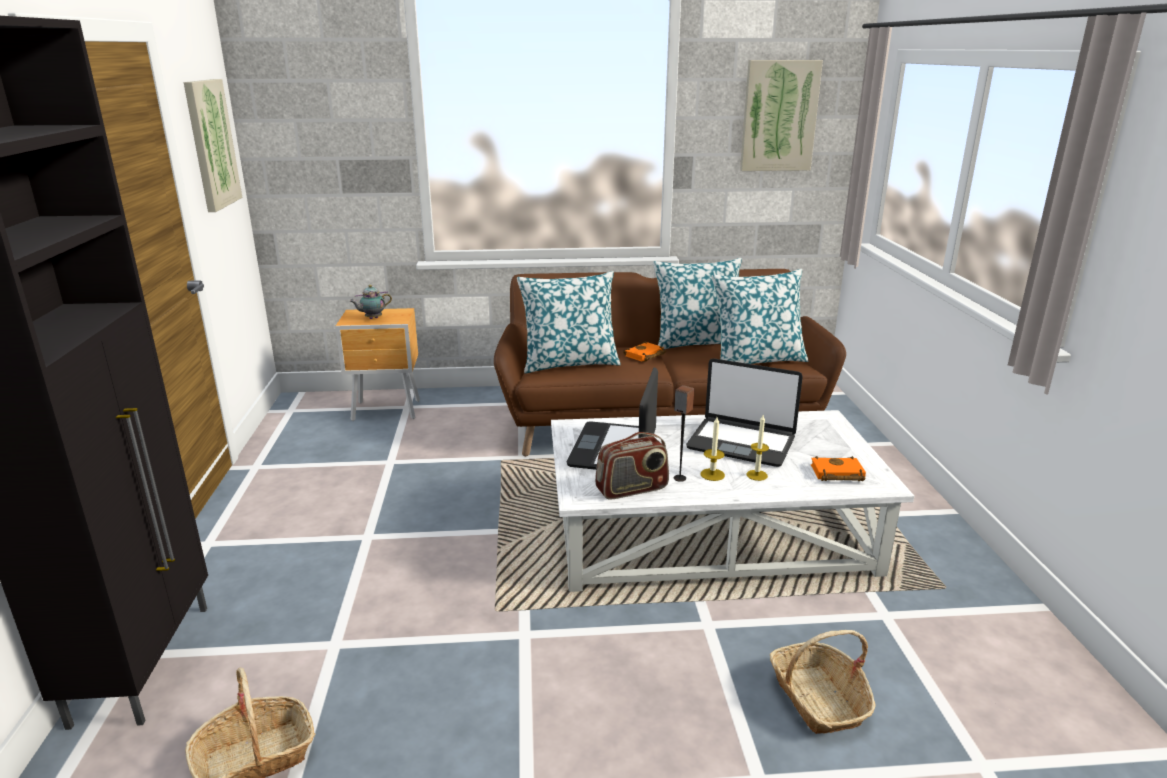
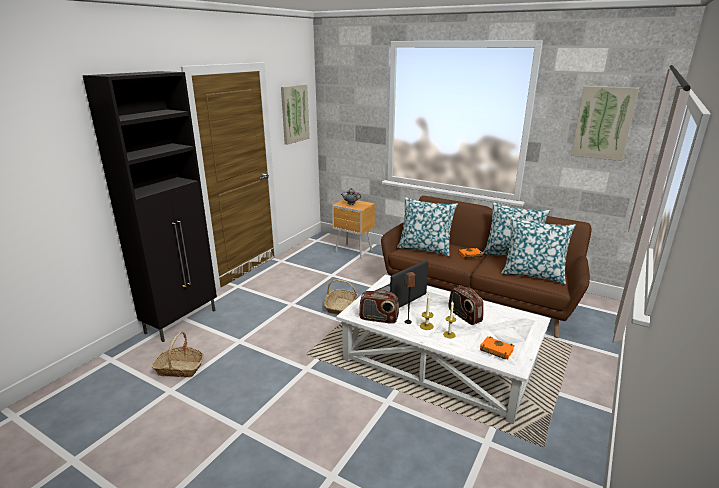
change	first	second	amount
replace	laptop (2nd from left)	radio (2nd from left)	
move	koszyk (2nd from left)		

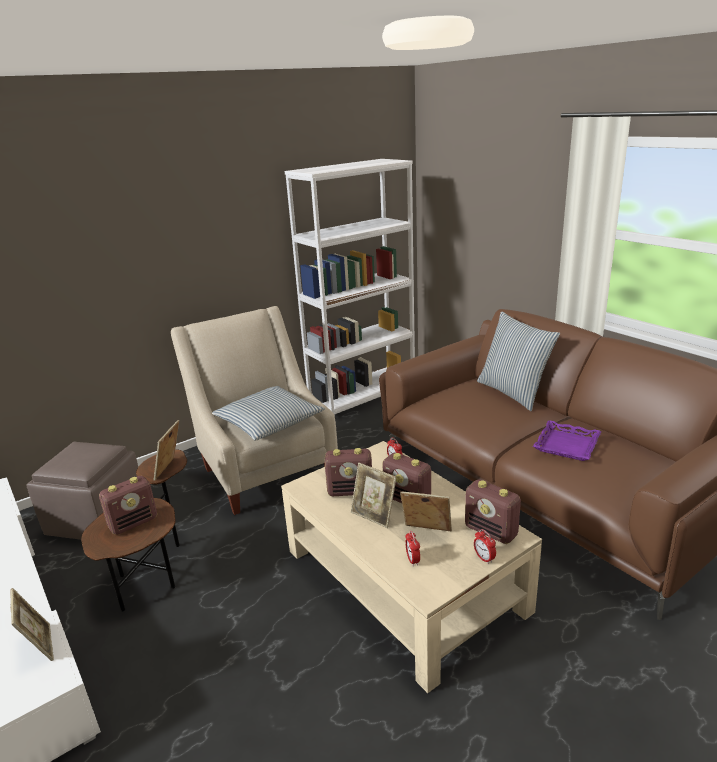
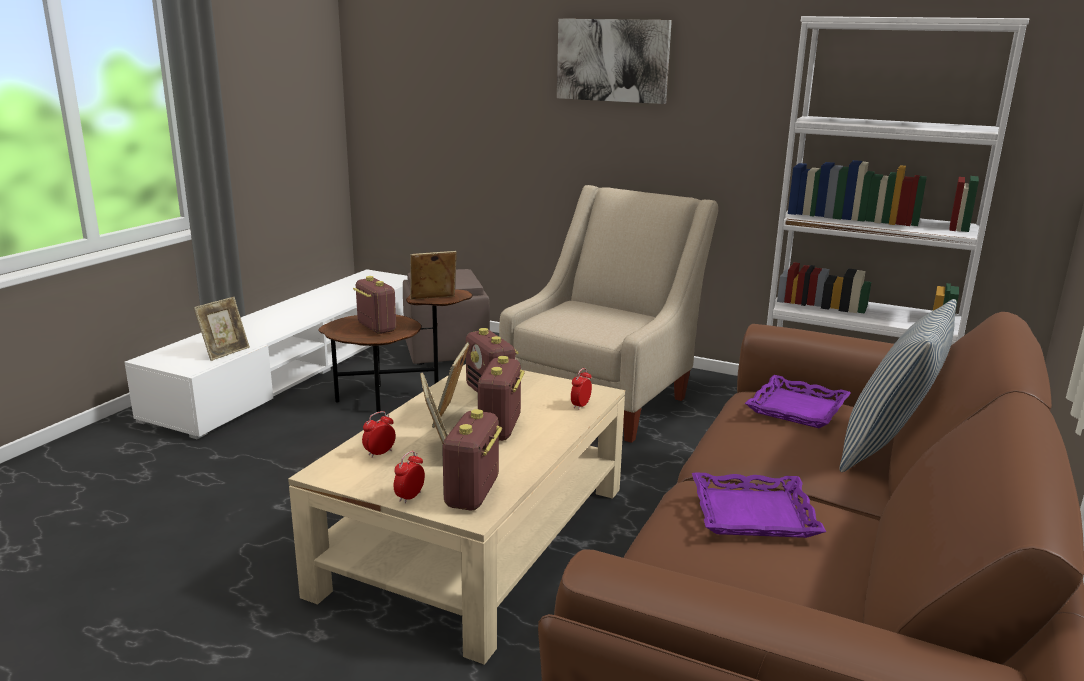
change	first	second	amount
rotate	radio (1st from left)		150 degrees counterclockwise
delete	poduszka (1st from left)		
insert		obraz	
insert		taca (fioletowy) (2nd from left)	

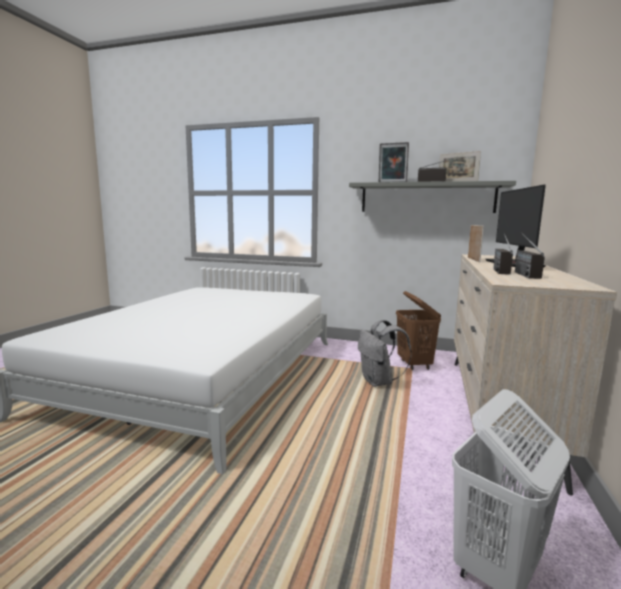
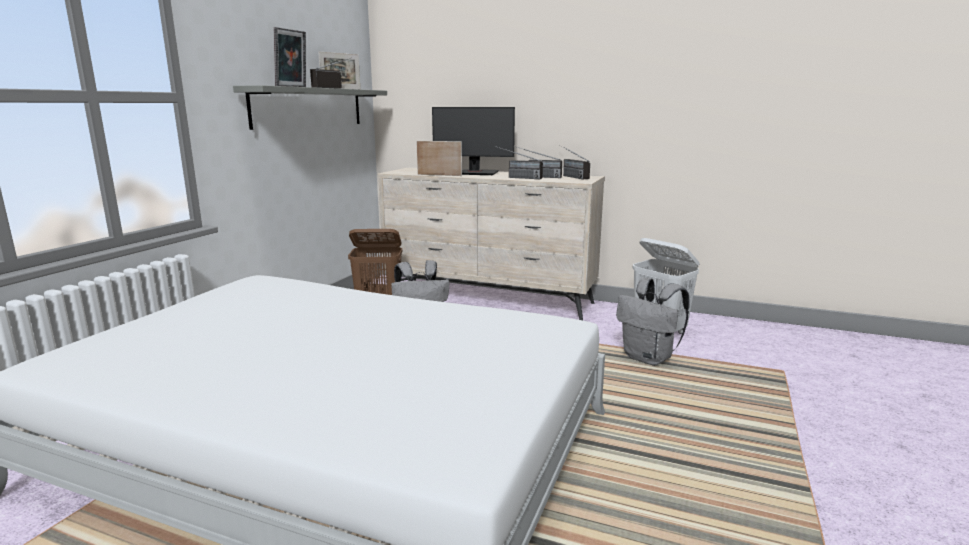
change	first	second	amount
insert		radio (4th from left)	
insert		plecak (szary) (2nd from left)	

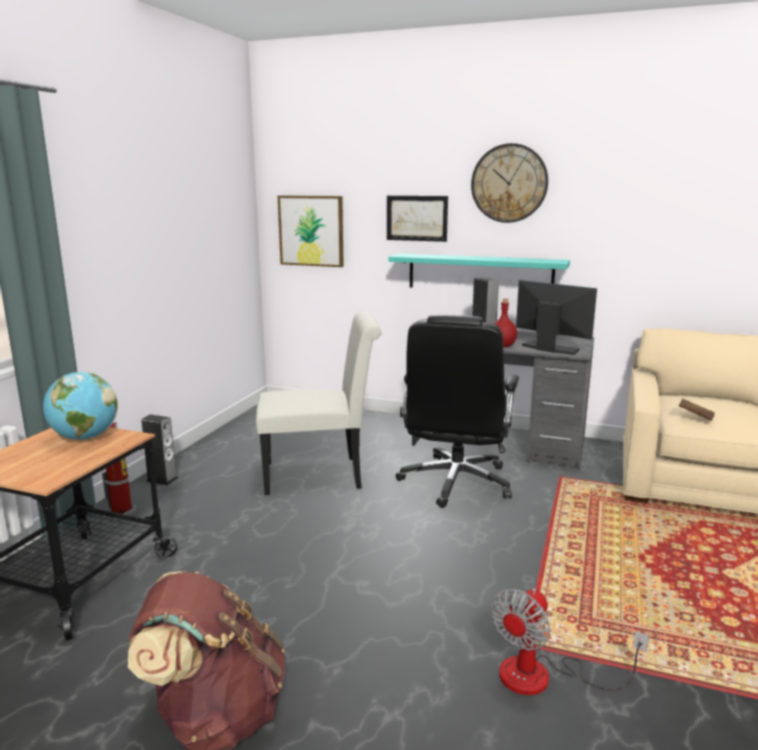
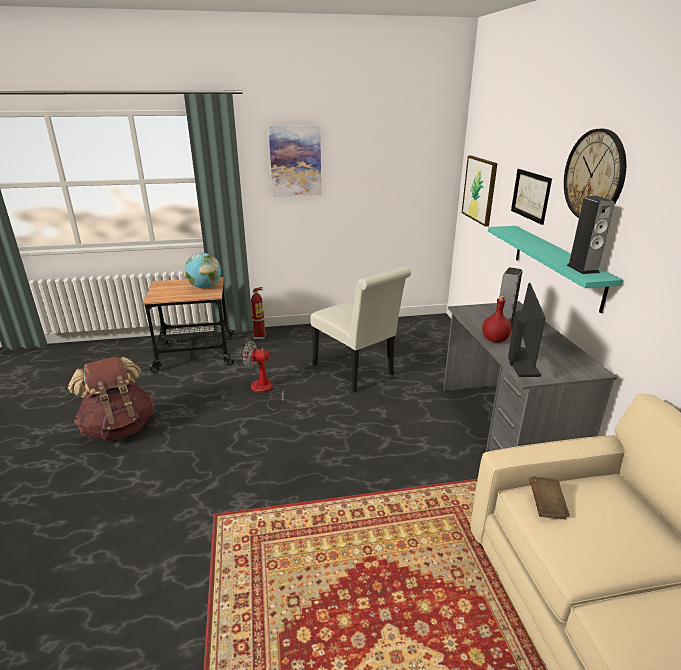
change	first	second	amount
move	głośnik (1st from left in the first image)	głośnik (2nd from left)	
delete	krzesło biurowe (czarny)		
move	wentylator		
insert		obraz (1st from left)	

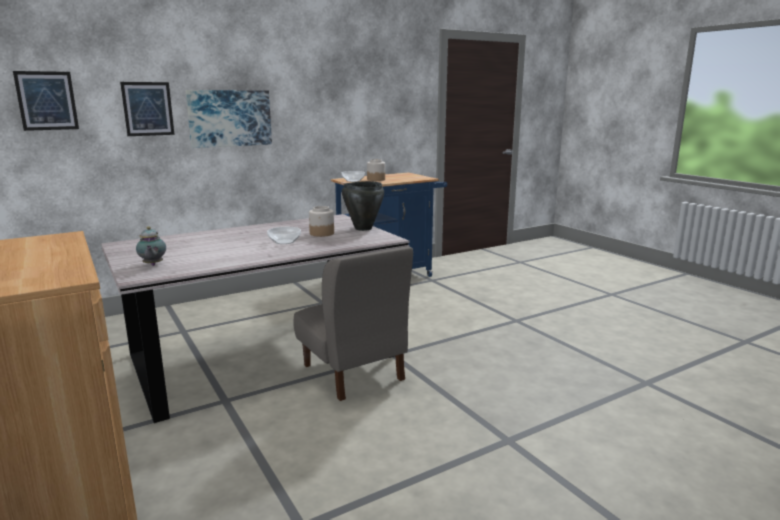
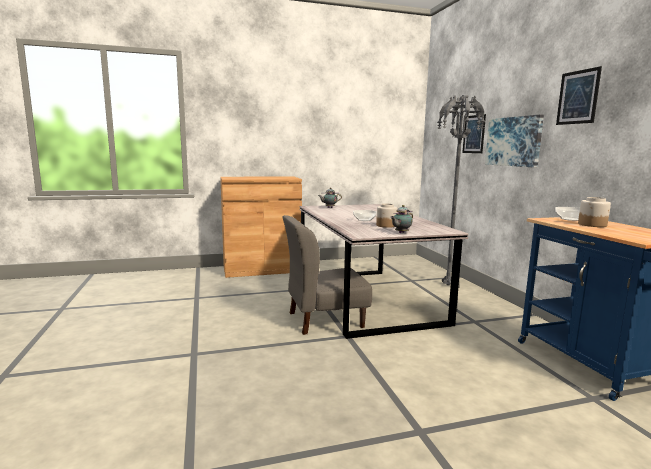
change	first	second	amount
move	obraz (1st from left in the first image)	obraz (3rd from left)	
replace	garnek (czarny)	imbryk (2nd from left)	
insert		lampa stojąca (szary)	

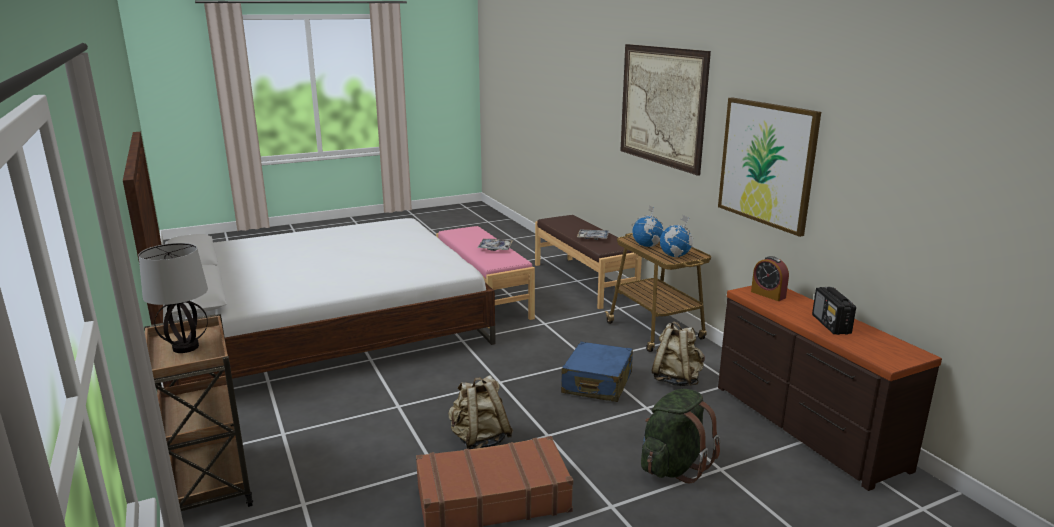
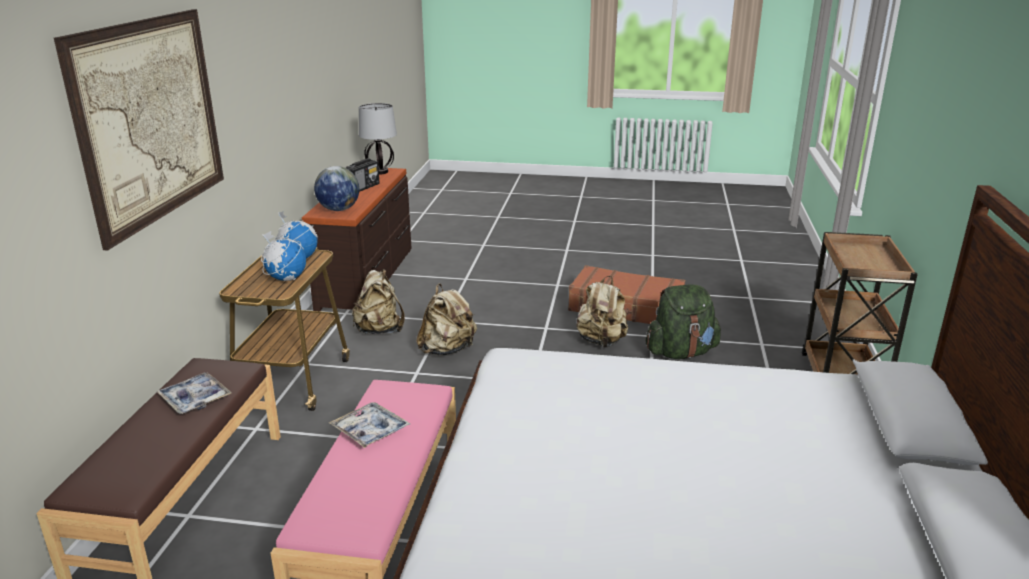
change	first	second	amount
move	lampa stołowa		
replace	walizka (niebieski)	plecak (beżowy) (2nd from left)	
move	plecak (zielony)		
delete	obraz (2nd from left)		
replace	budzik	globus (3rd from left)	

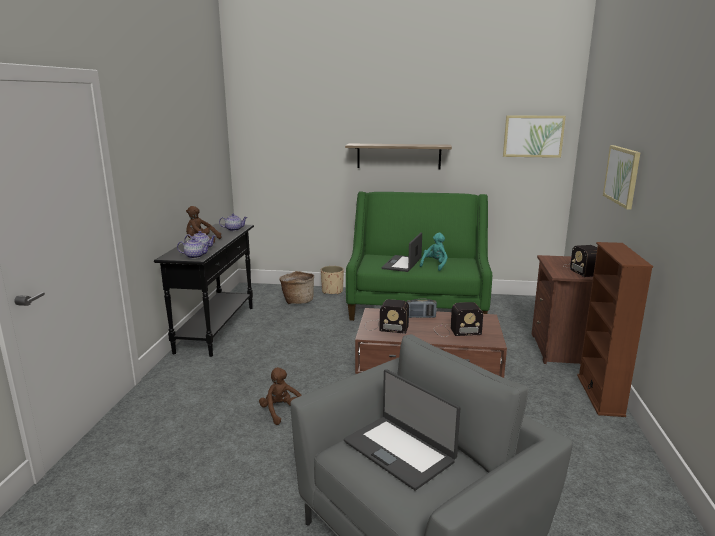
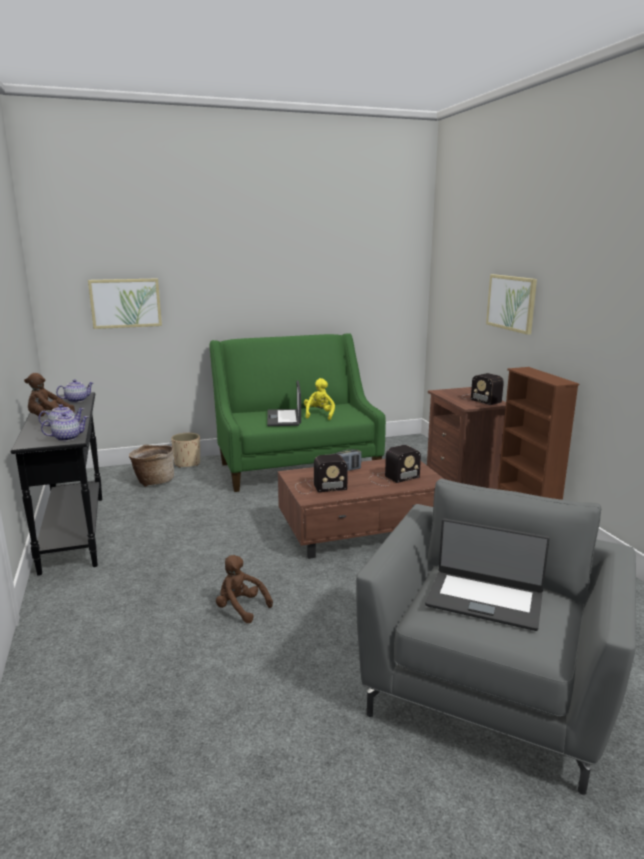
change	first	second	amount
delete	półka		
recolor	pluszak (turkusowy)	pluszak (żółty)	
move	obraz (1st from left)		

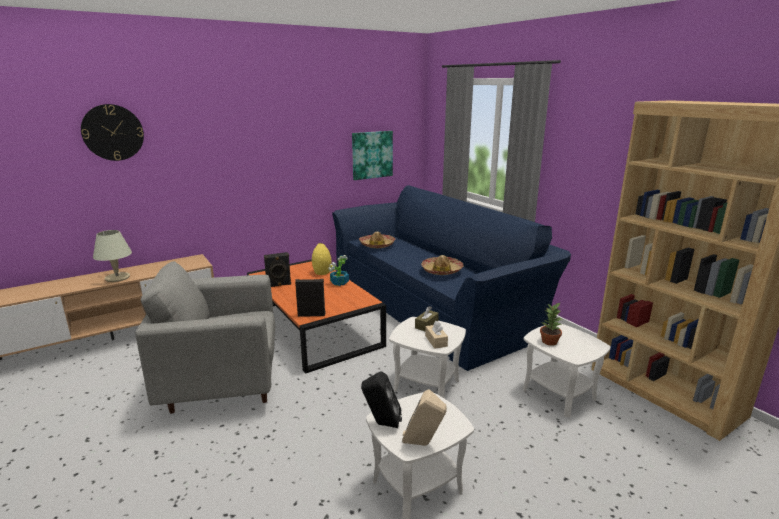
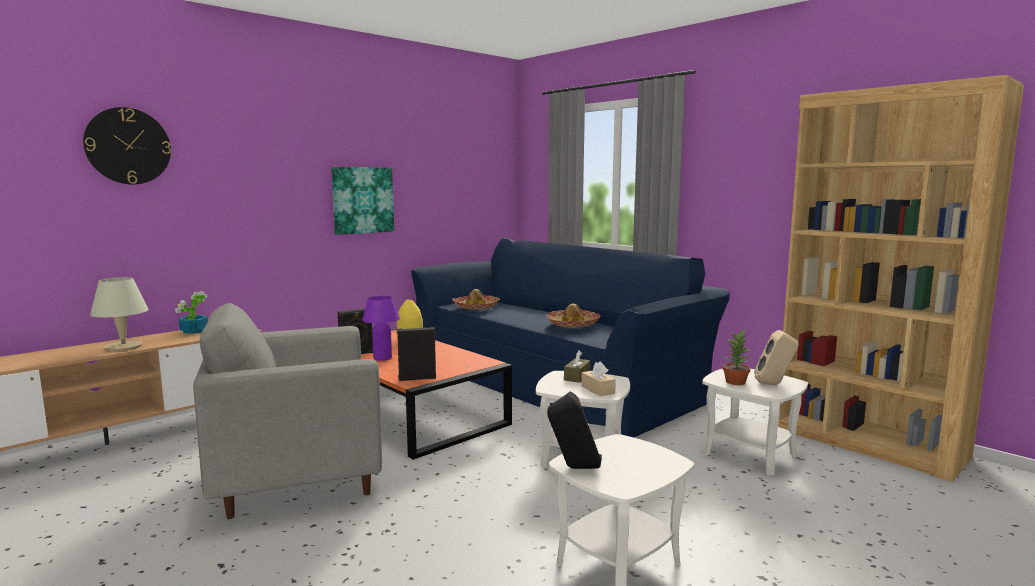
change	first	second	amount
move	roślina doniczkowa (1st from left)		
move	obraz		
move	głośnik (beżowy)		
insert		lampa stołowa (fioletowy)	

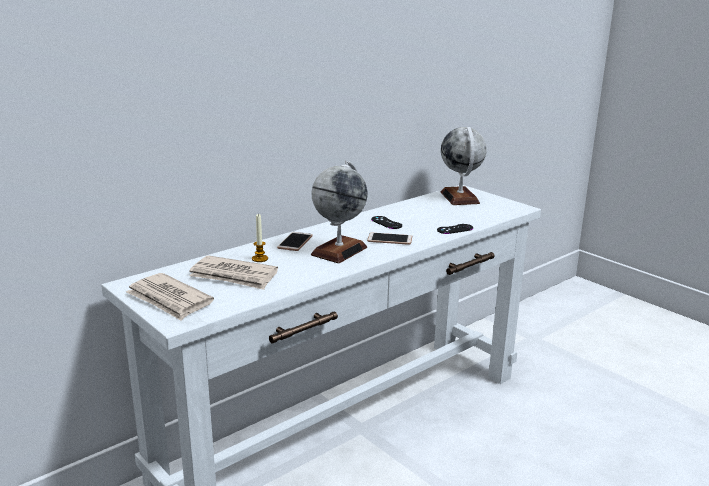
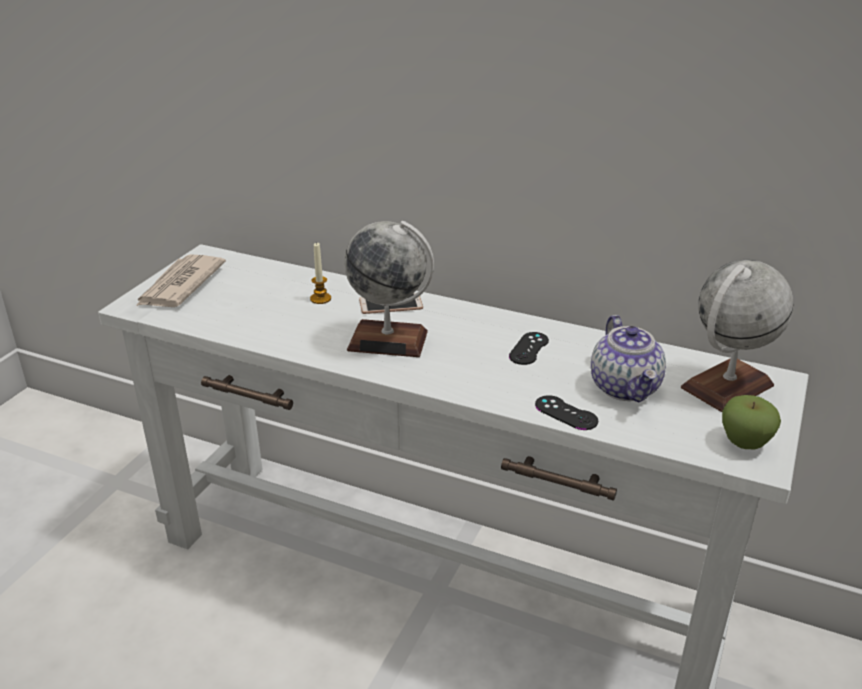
change	first	second	amount
delete	gazeta (2nd from left)		
delete	telefon (2nd from left)		
insert		imbryk	
insert		jabłko	

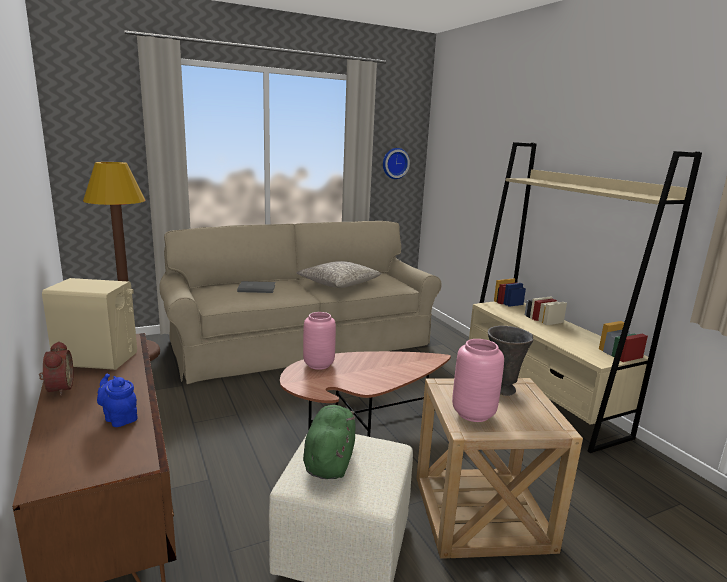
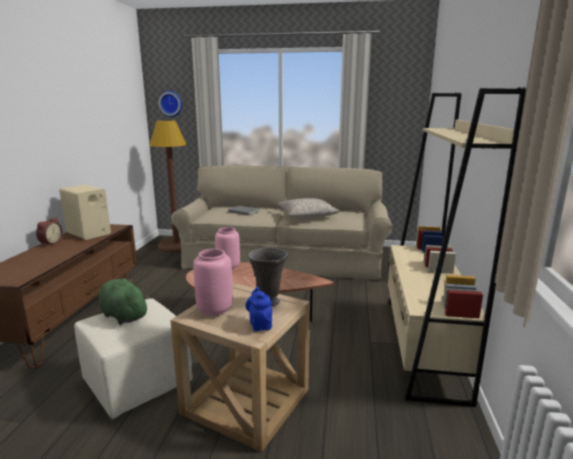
change	first	second	amount
move	imbryk (niebieski)		
rotate	pluszak (zielony)		90 degrees counterclockwise
move	zegar ścienny		

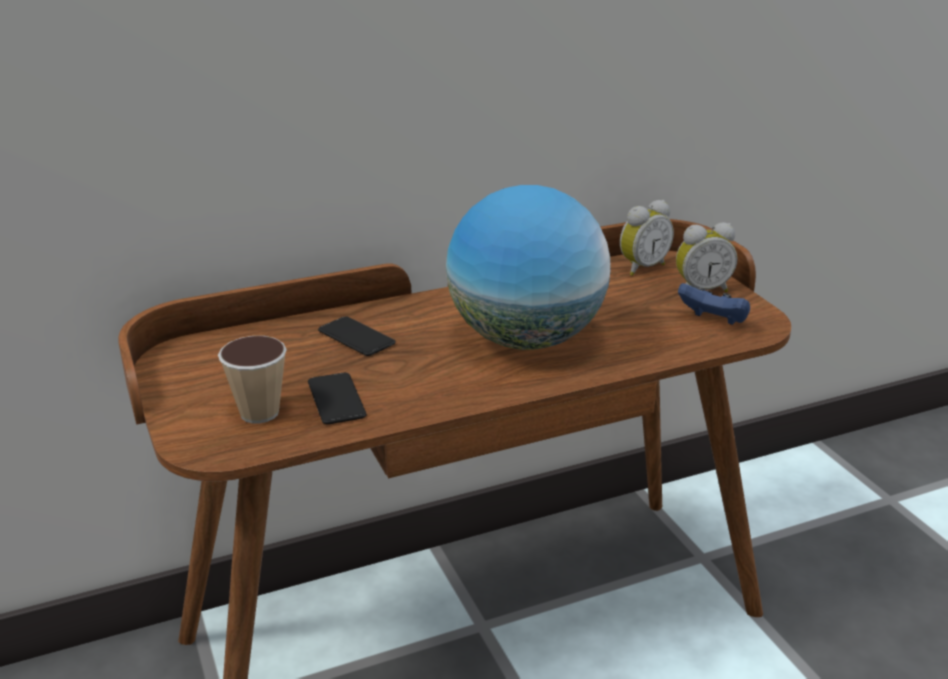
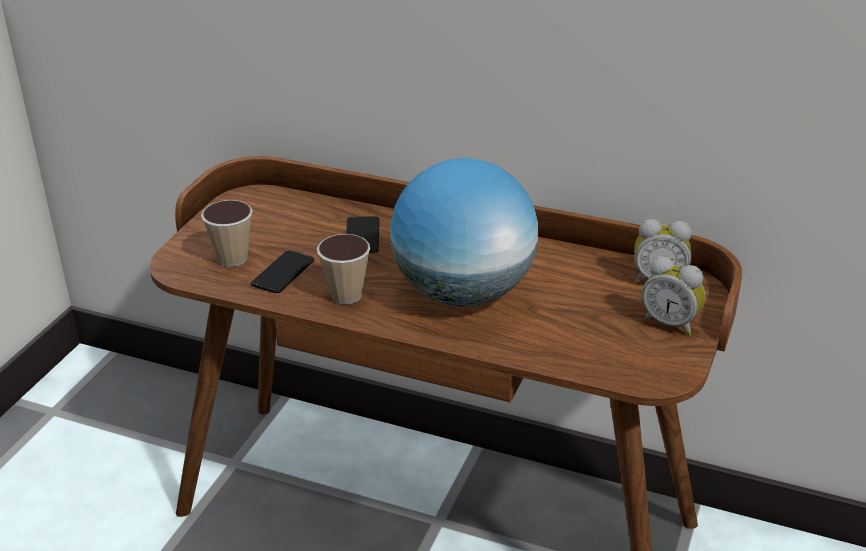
change	first	second	amount
delete	pad do gier (niebieski)		
insert		filiżanka (2nd from left)	

